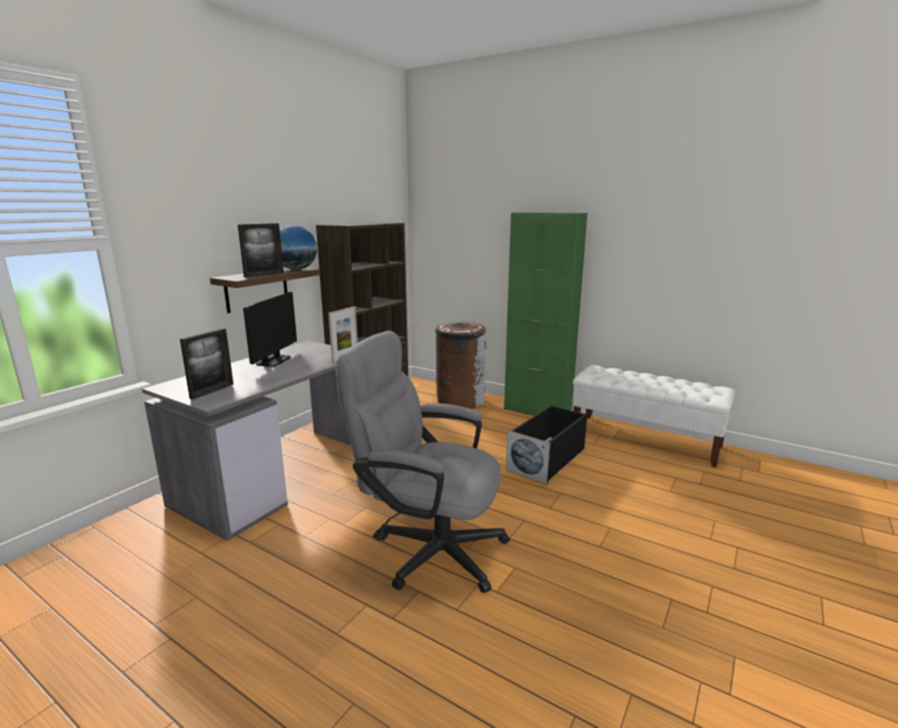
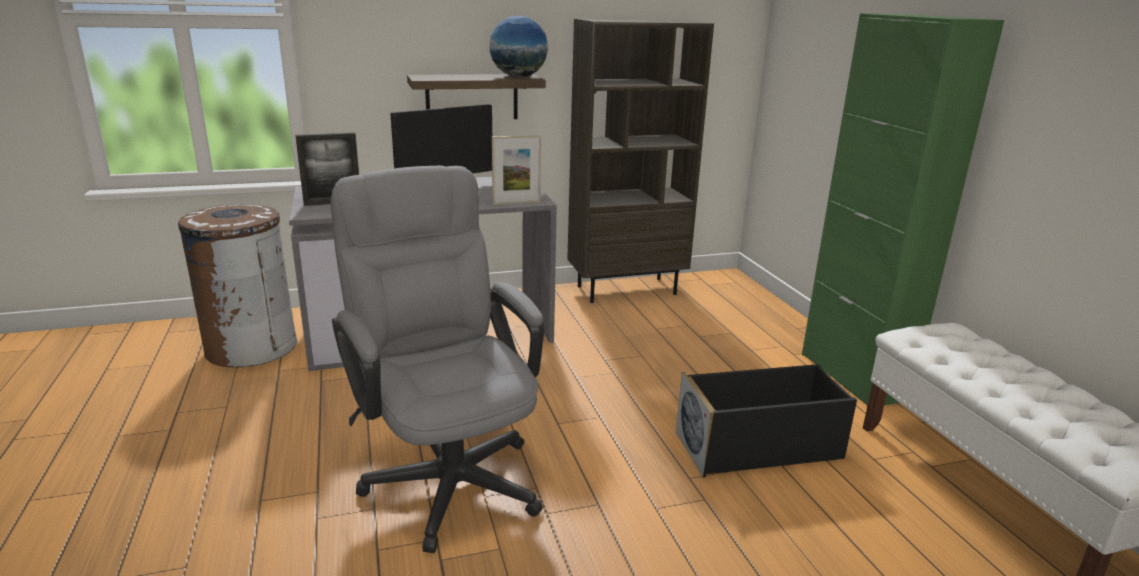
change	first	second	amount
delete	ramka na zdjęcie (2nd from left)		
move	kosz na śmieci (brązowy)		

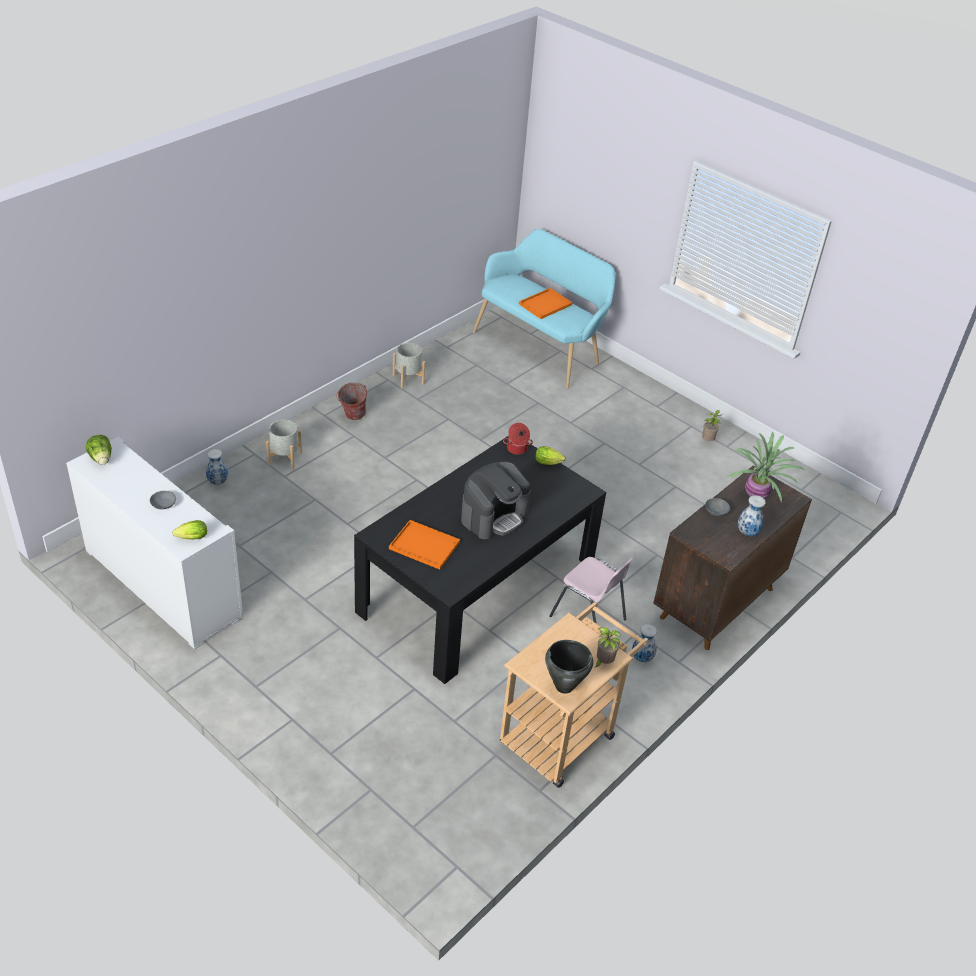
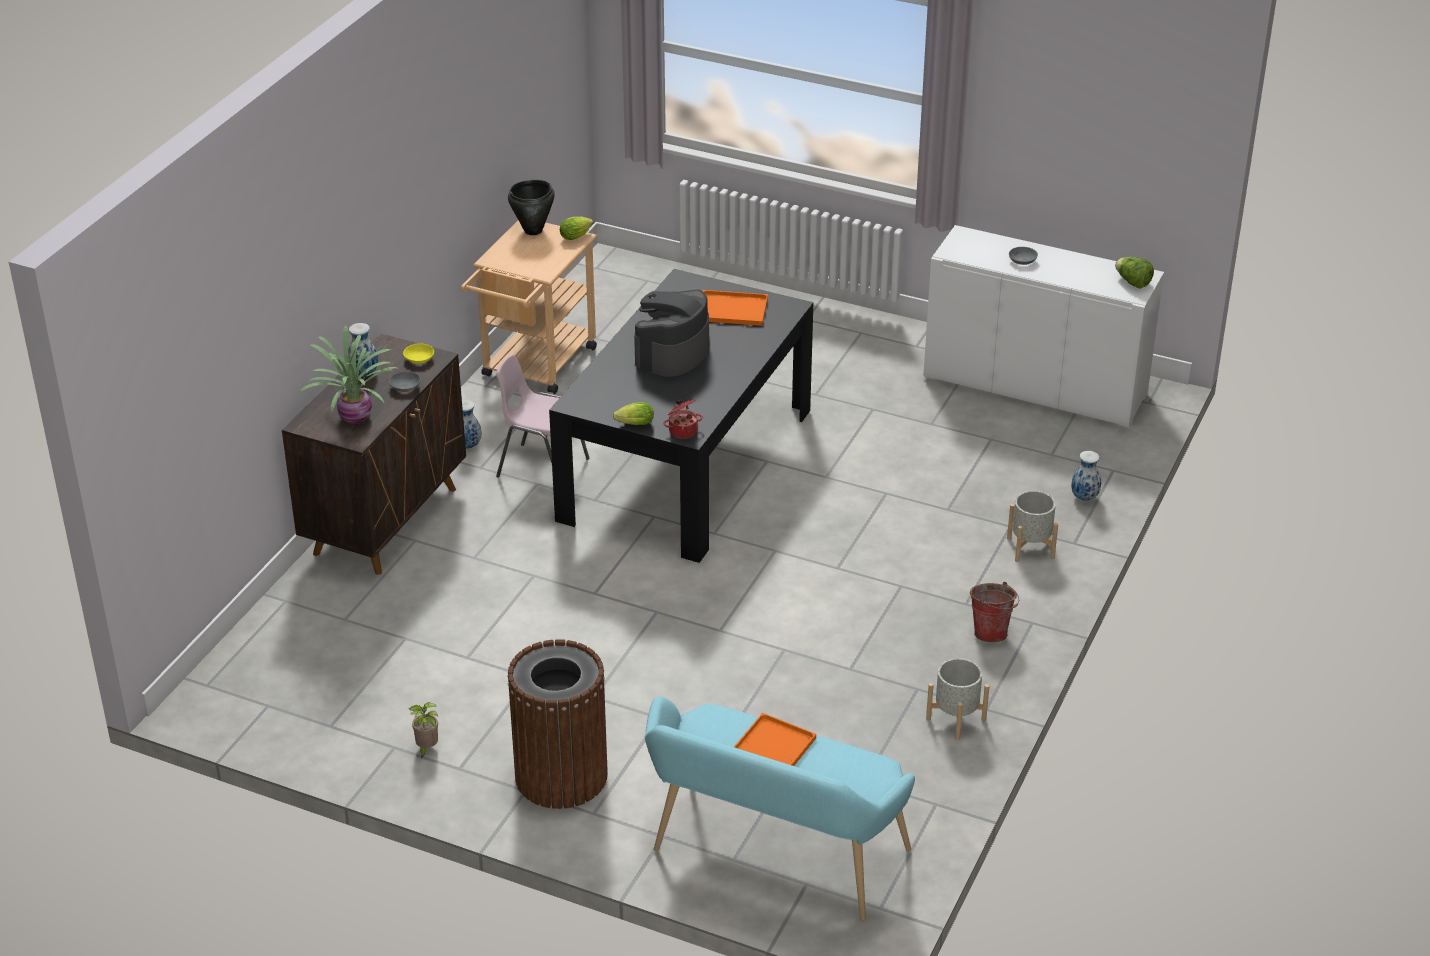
change	first	second	amount
move	sałata (2nd from left in the first image)	sałata (1st from left)	
delete	roślina doniczkowa (1st from left)		
insert		miska (żółty)	
insert		kosz na śmieci (brązowy)	

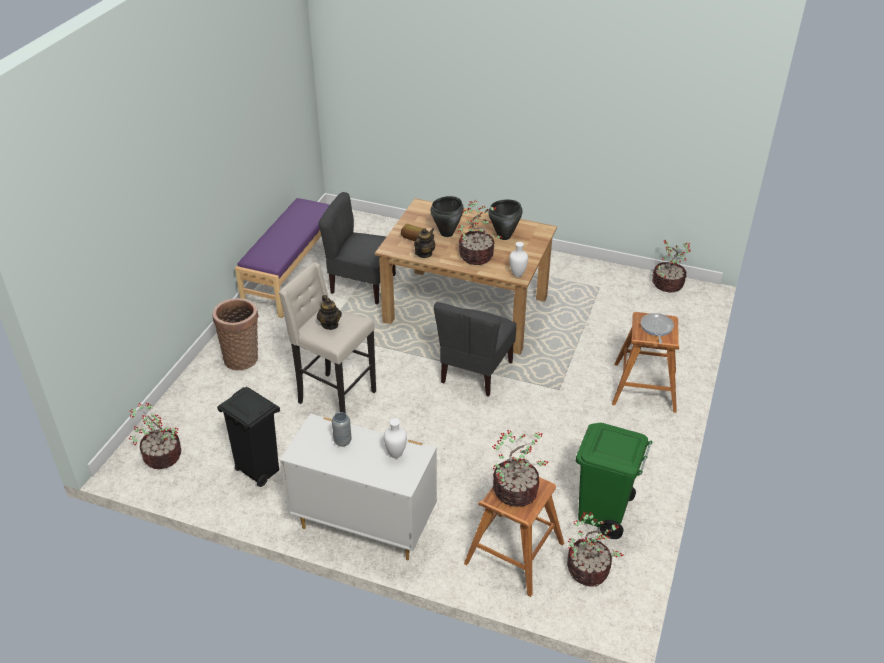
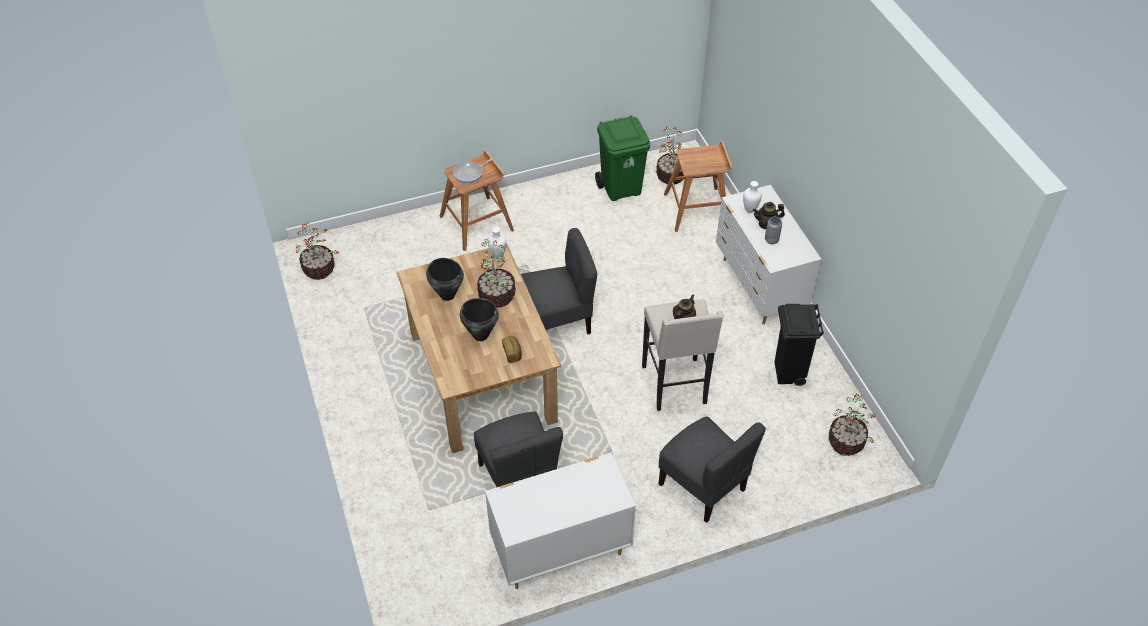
change	first	second	amount
replace	koszyk	krzesło (szary) (3rd from left)	
replace	ławka (fioletowy)	komoda (biały) (1st from left)	
move	imbryk (2nd from left)		
delete	roślina doniczkowa (3rd from left)		

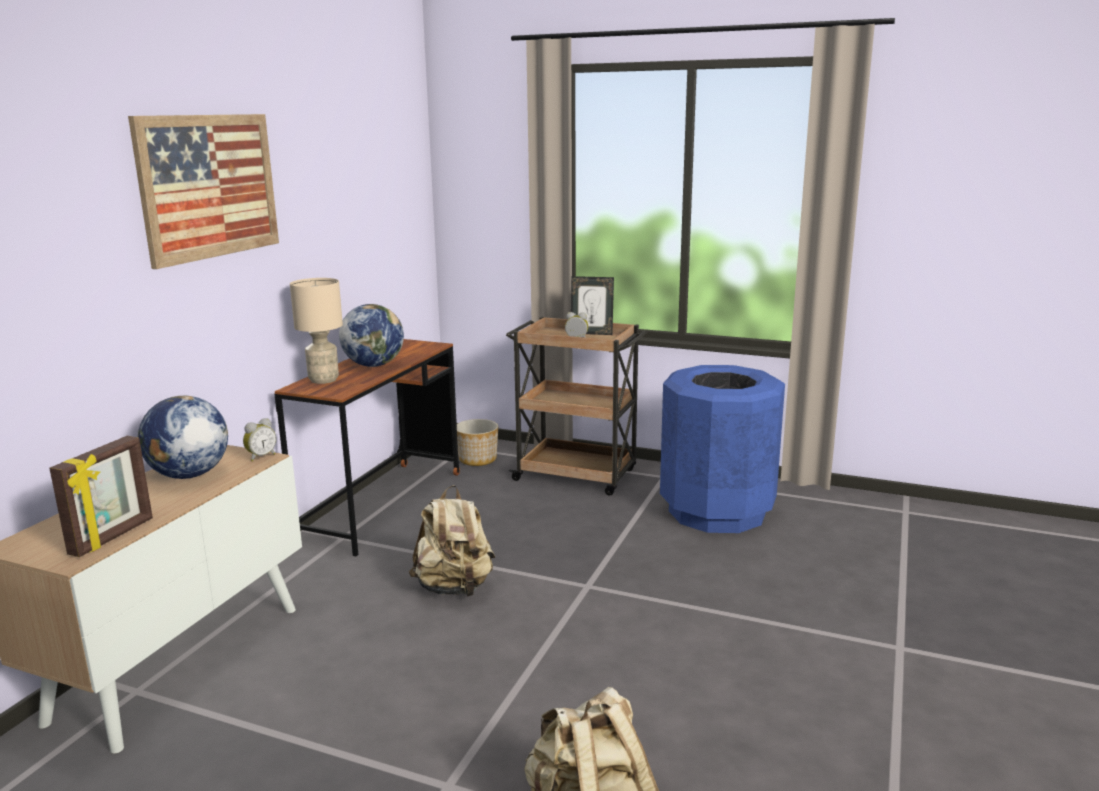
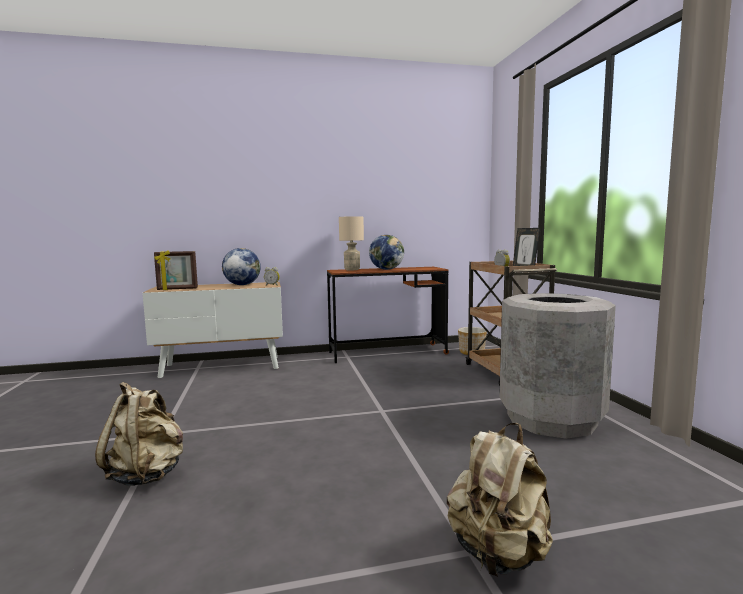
change	first	second	amount
delete	obraz		
move	plecak (beżowy) (1st from left in the first image)	plecak (beżowy) (2nd from left)	
recolor	kosz na śmieci (niebieski)	kosz na śmieci (szary)	

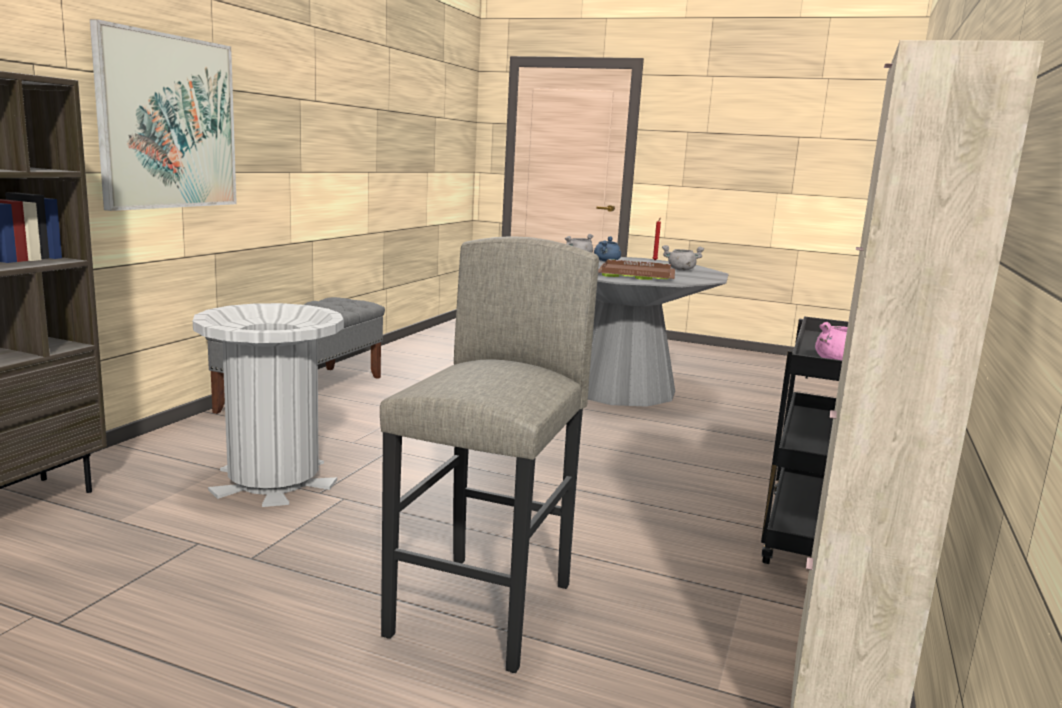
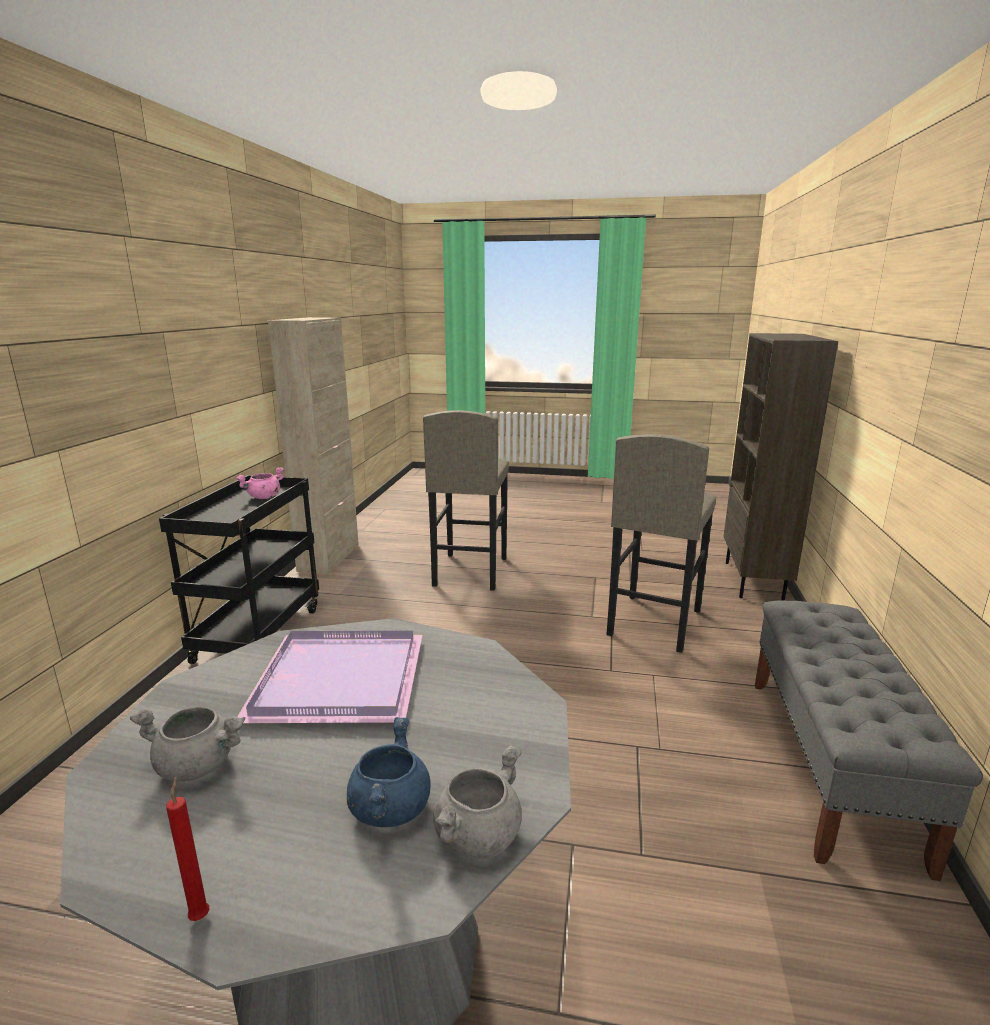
change	first	second	amount
delete	obraz		
replace	kosz na śmieci (szary)	stołek (szary) (2nd from left)	
recolor	taca (brązowy)	taca (fioletowy)	

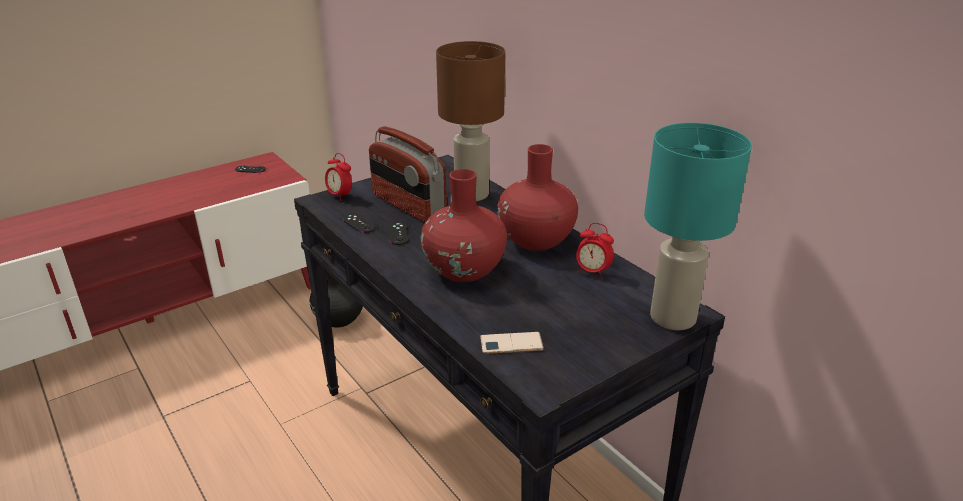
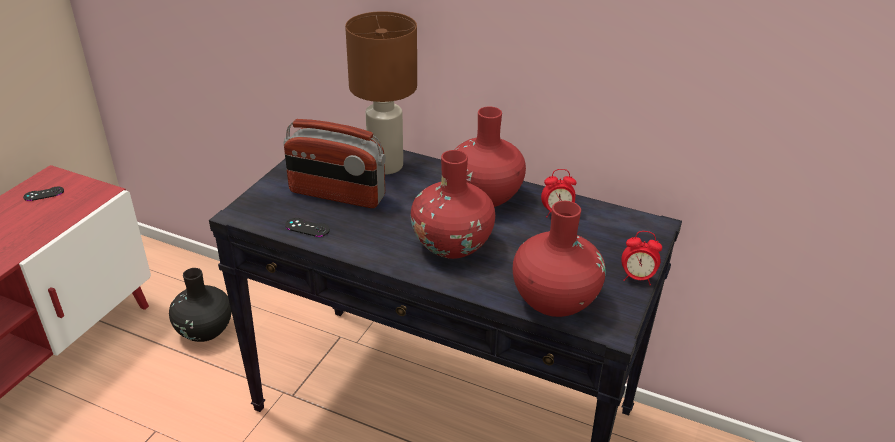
change	first	second	amount
move	budzik (1st from left in the first image)	budzik (2nd from left)	
delete	pad do gier (czarny) (3rd from left)		
replace	telefon	wazon (czerwony) (3rd from left)	
delete	lampa stołowa (turkusowy)		

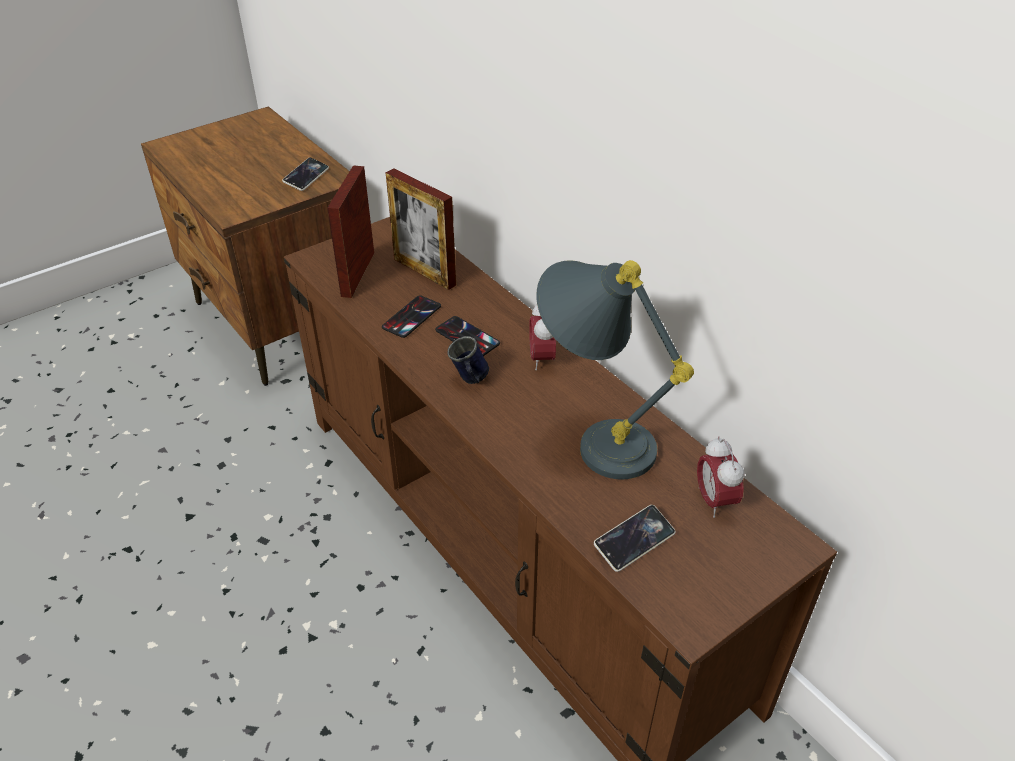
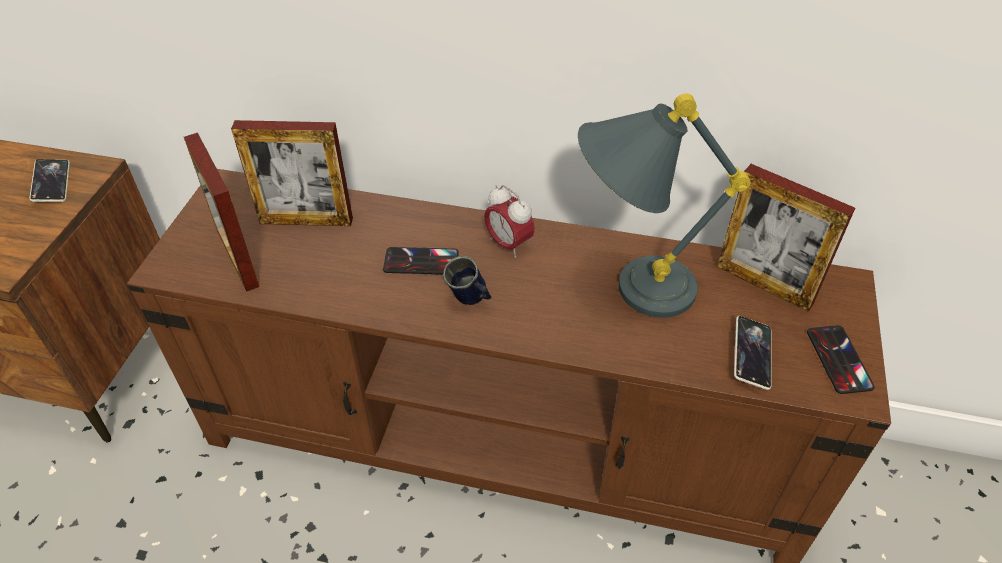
change	first	second	amount
move	telefon (2nd from left in the first image)	telefon (4th from left)	
replace	budzik (2nd from left)	ramka na zdjęcie (3rd from left)	

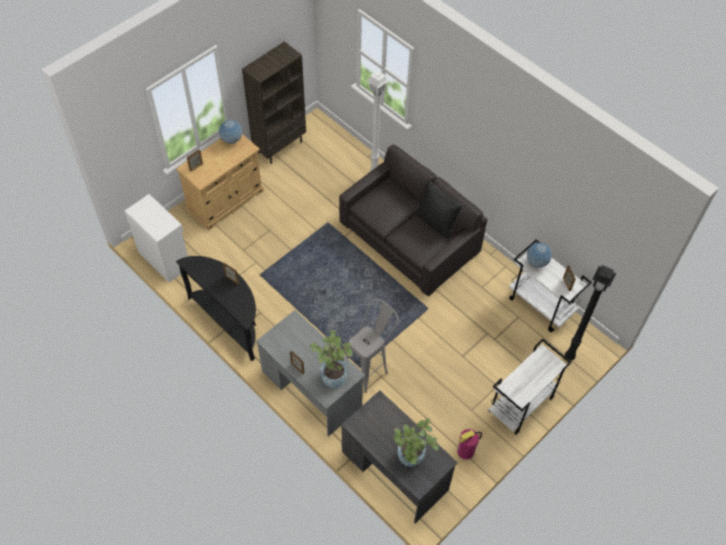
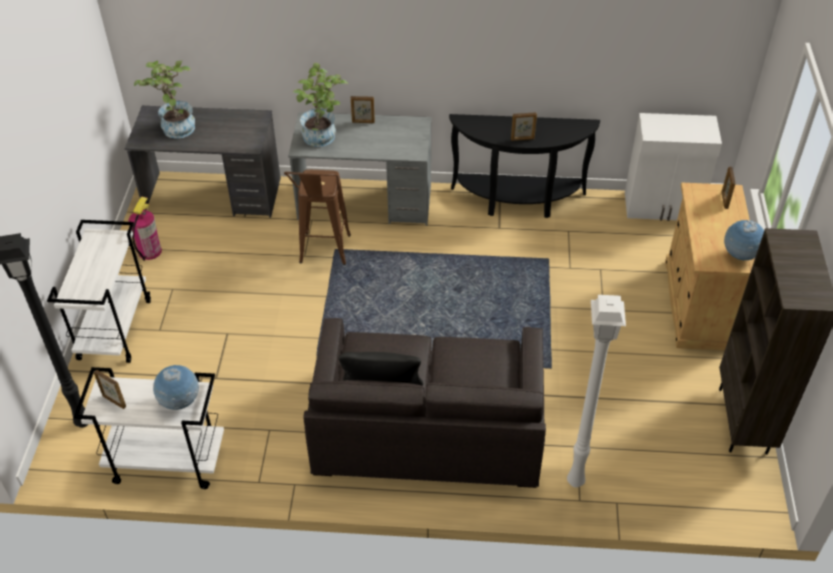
change	first	second	amount
recolor	stołek (szary)	stołek (brązowy)	

